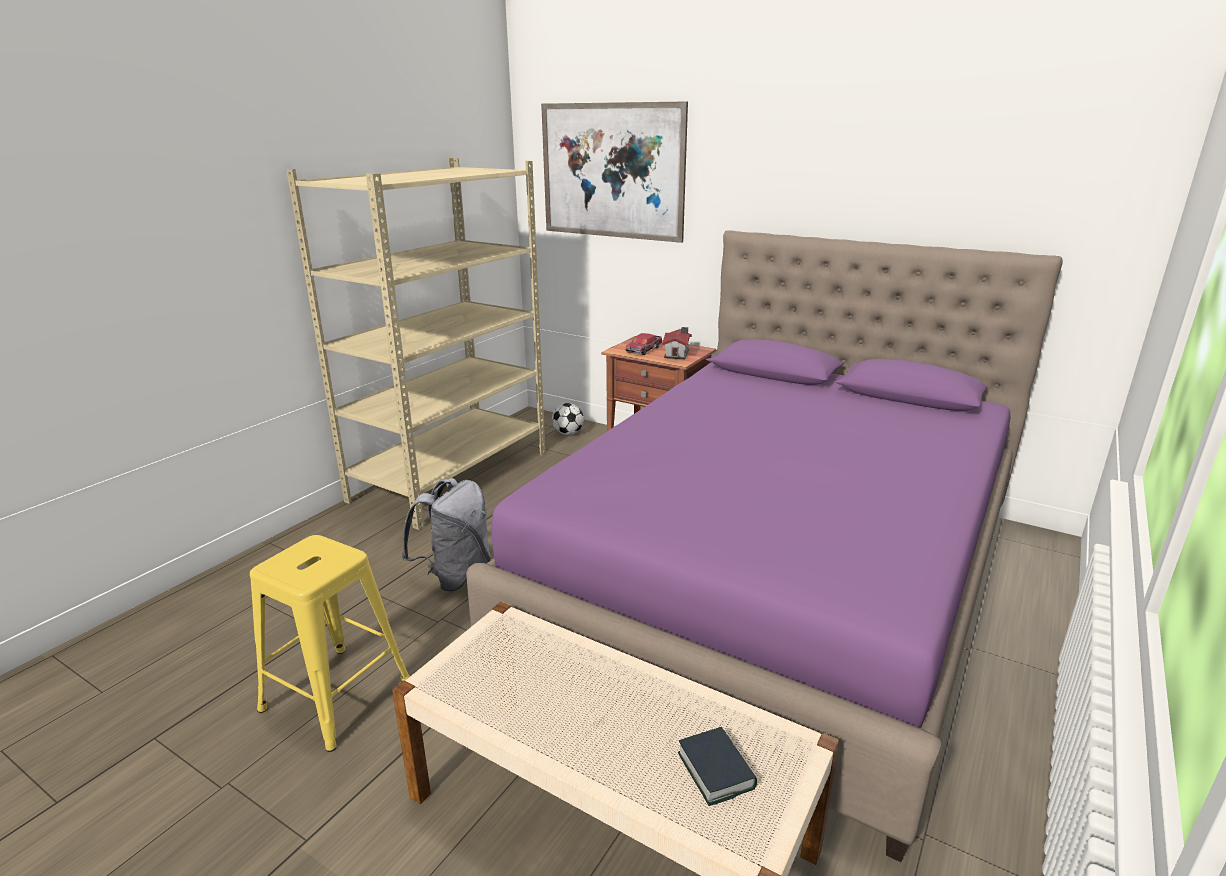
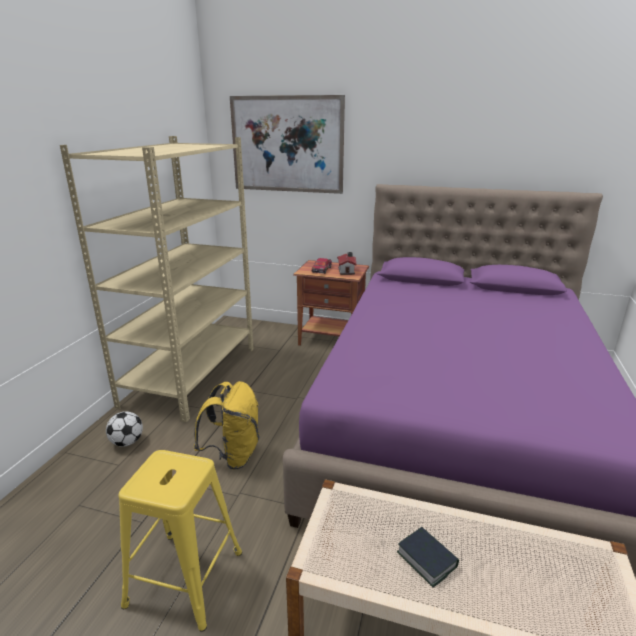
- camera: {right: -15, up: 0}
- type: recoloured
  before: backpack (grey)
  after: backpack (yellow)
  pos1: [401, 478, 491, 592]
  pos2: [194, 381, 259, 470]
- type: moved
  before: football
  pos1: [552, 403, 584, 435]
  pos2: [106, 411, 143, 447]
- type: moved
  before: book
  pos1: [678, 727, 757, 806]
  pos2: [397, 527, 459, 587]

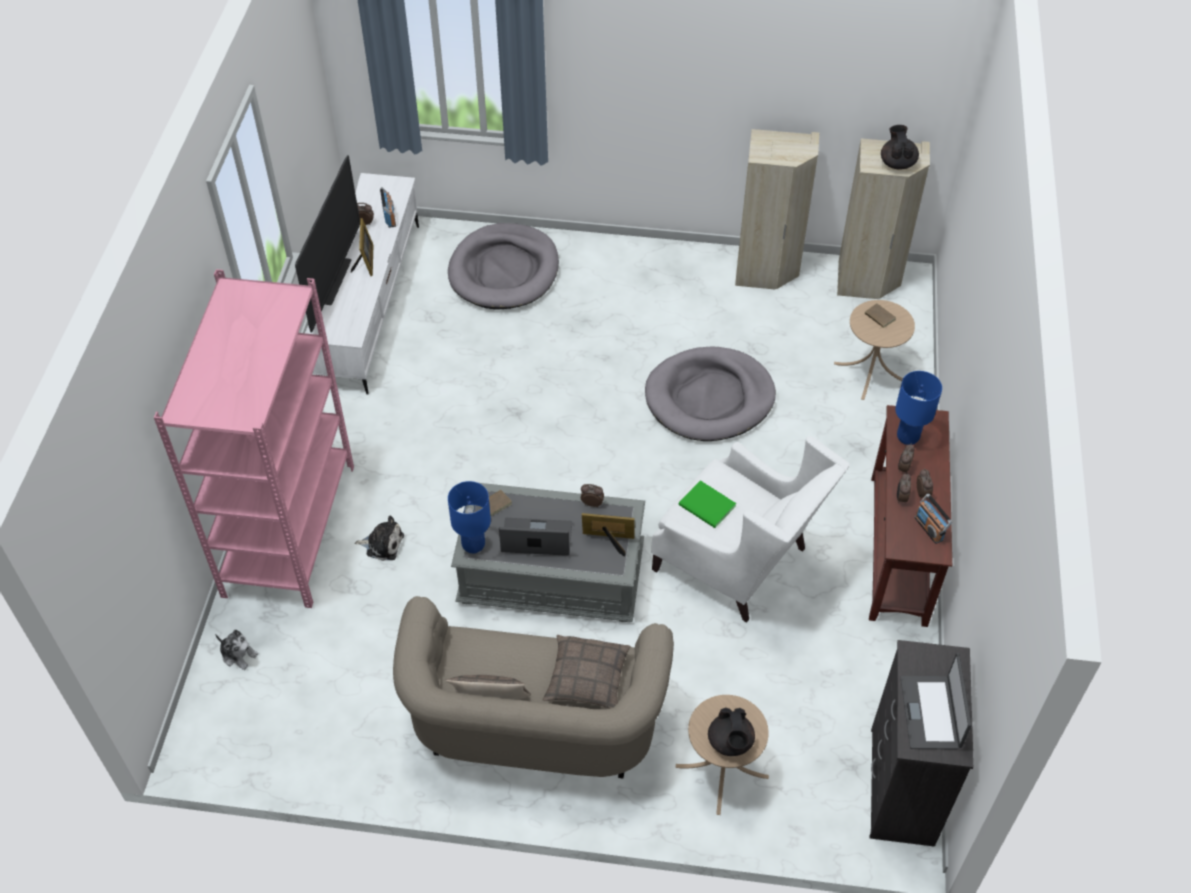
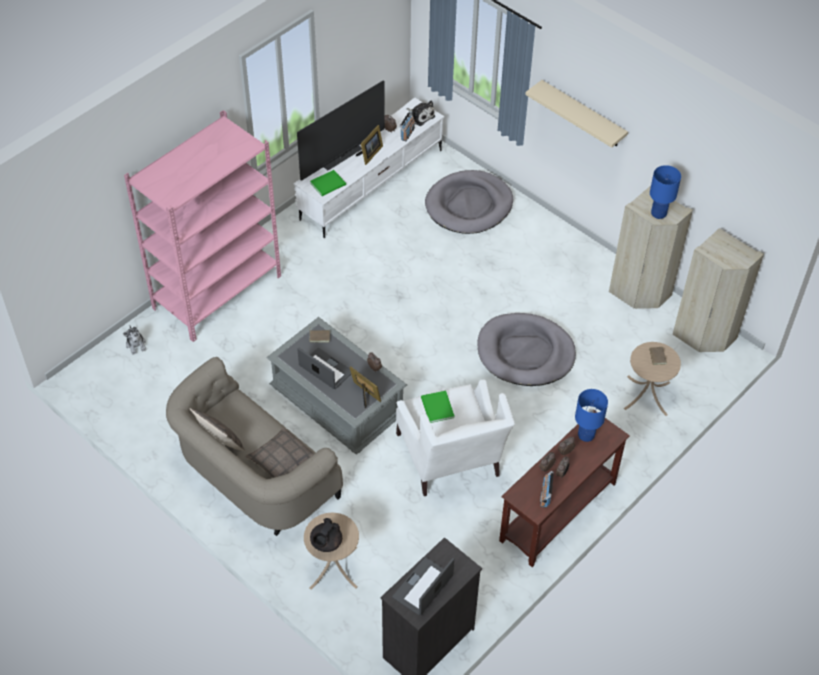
- camera: {right: 35, up: 0}
- type: moved
  before: plush toy
  pos1: [355, 516, 404, 561]
  pos2: [407, 100, 435, 126]
- type: moved
  before: table lamp (blue)
  pos1: [448, 481, 491, 554]
  pos2: [650, 165, 681, 219]
- type: removed
  before: teapot (black)
  pos1: [881, 125, 919, 169]
- type: added
  after: book (green)
  pos2: [310, 170, 346, 196]
- type: added
  after: shelf (beige)
  pos2: [525, 80, 628, 148]

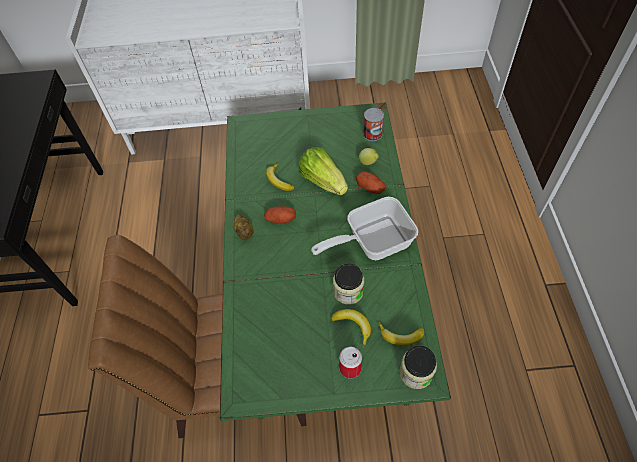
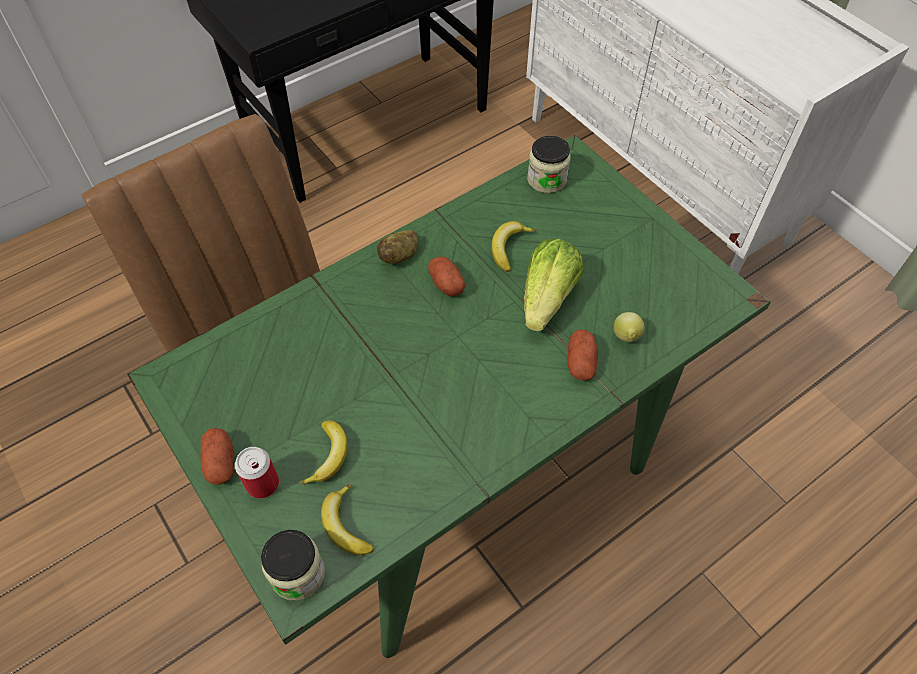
- camera: {right: 55, up: 0}
- type: removed
  before: frying pan
  pos1: [311, 197, 418, 260]
- type: moved
  before: jar
  pos1: [333, 264, 364, 305]
  pos2: [527, 136, 570, 193]
- type: removed
  before: can
  pos1: [363, 108, 384, 141]
- type: added
  after: potato
  pos2: [201, 428, 234, 485]

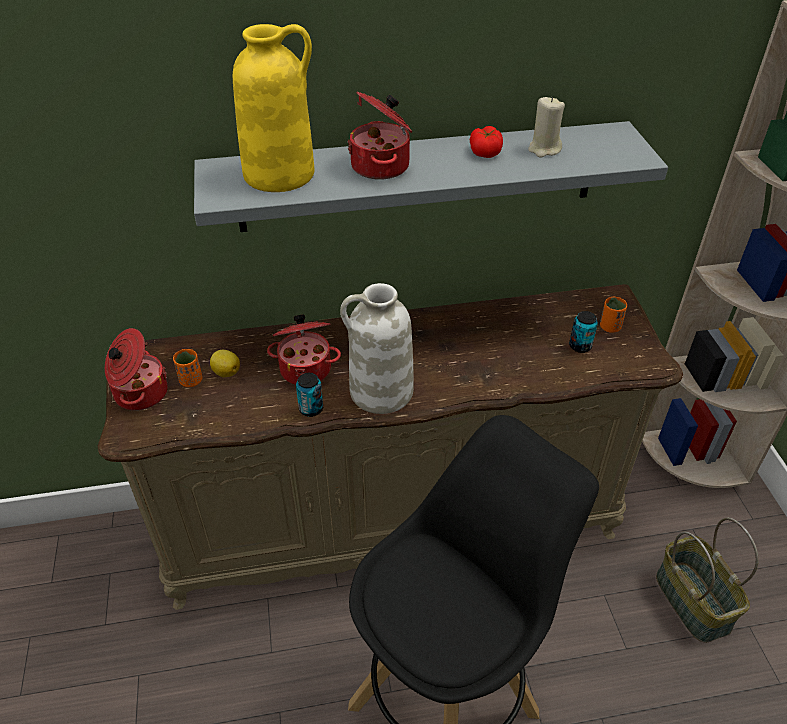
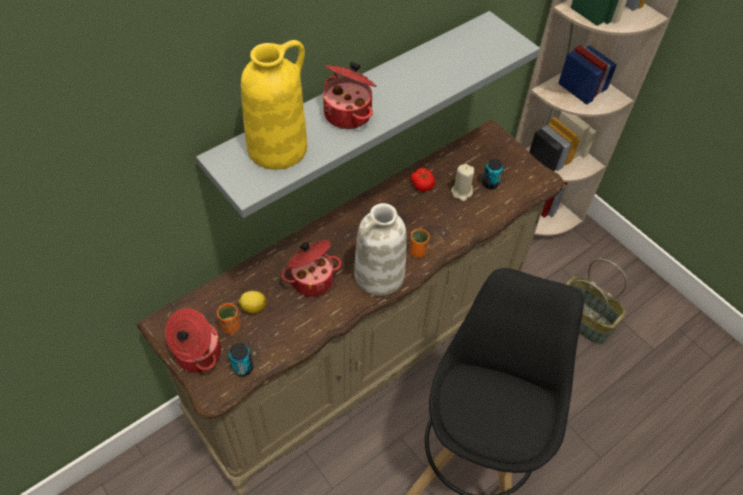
- camera: {right: -30, up: 10}
- type: moved
  before: can
  pos1: [296, 373, 323, 417]
  pos2: [229, 343, 253, 376]
- type: moved
  before: tomato
  pos1: [470, 126, 503, 158]
  pos2: [411, 168, 435, 191]
- type: moved
  before: candle (beige)
  pos1: [528, 97, 565, 157]
  pos2: [451, 164, 474, 201]
- type: moved
  before: cup (orange)
  pos1: [600, 297, 627, 333]
  pos2: [410, 229, 430, 257]

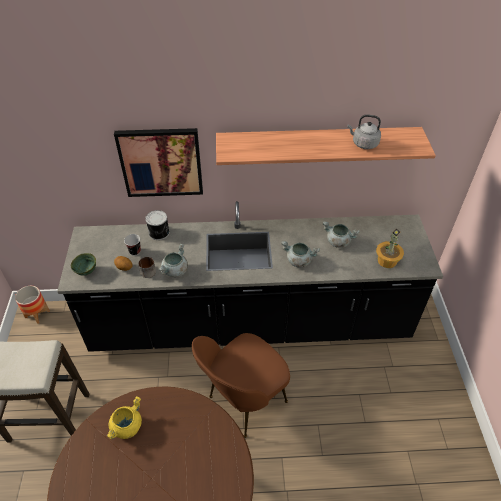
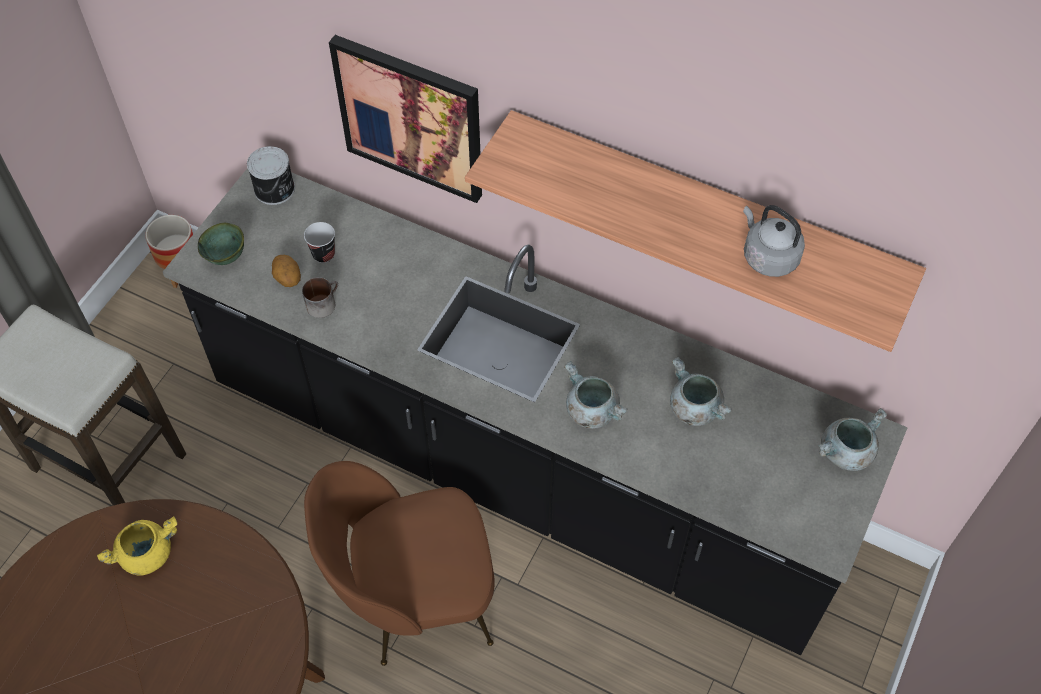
- camera: {right: 30, up: 10}
- type: moved
  before: can
  pos1: [145, 210, 170, 240]
  pos2: [247, 146, 295, 205]
- type: moved
  before: cooking pot (grey)
  pos1: [159, 244, 188, 277]
  pos2: [818, 408, 887, 471]
- type: removed
  before: potted plant
  pos1: [376, 228, 404, 268]

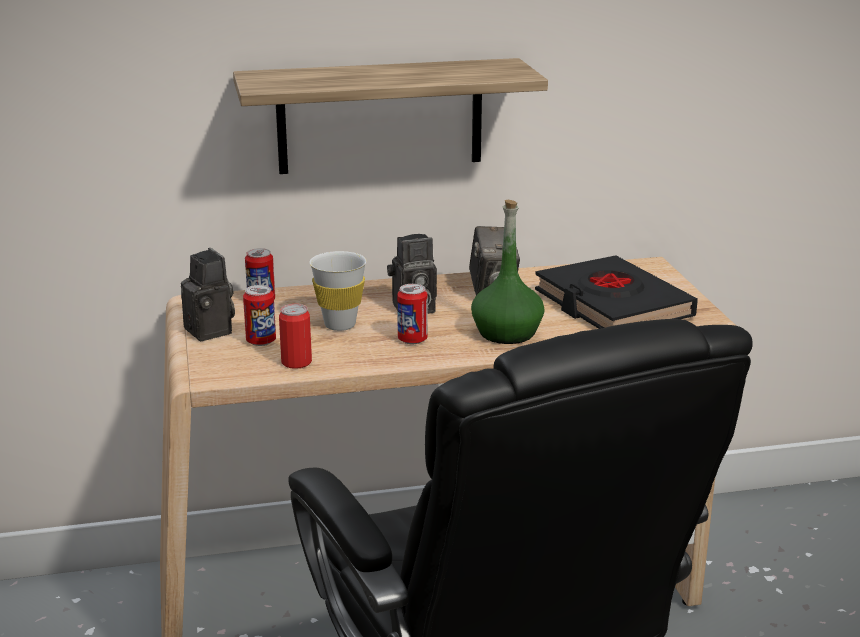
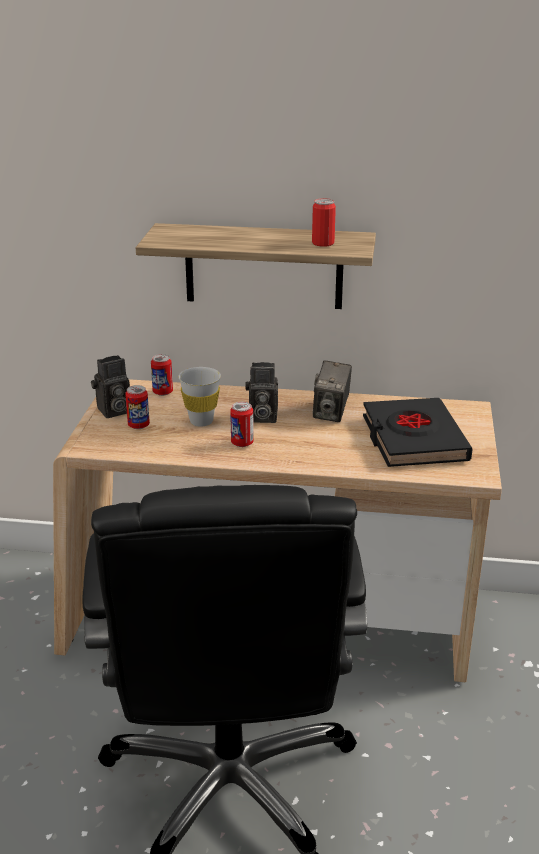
- camera: {right: 20, up: 5}
- type: turned
  before: photo camera
  pos1: [181, 248, 235, 341]
  pos2: [91, 355, 130, 418]
  turn: 75
- type: moved
  before: can
  pos1: [279, 304, 312, 369]
  pos2: [312, 198, 336, 247]
- type: removed
  before: bottle (green)
  pos1: [471, 200, 544, 344]

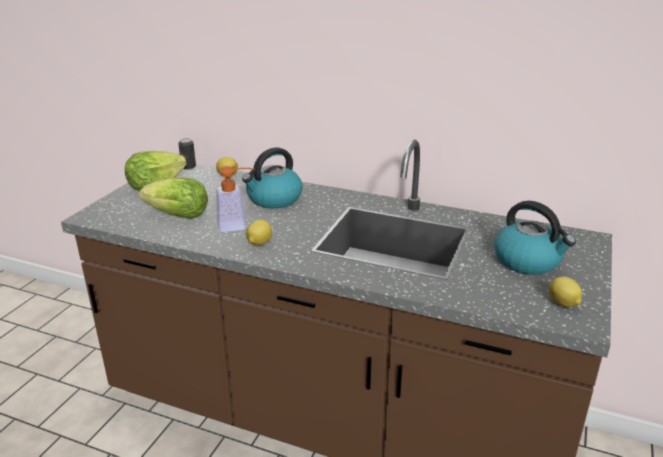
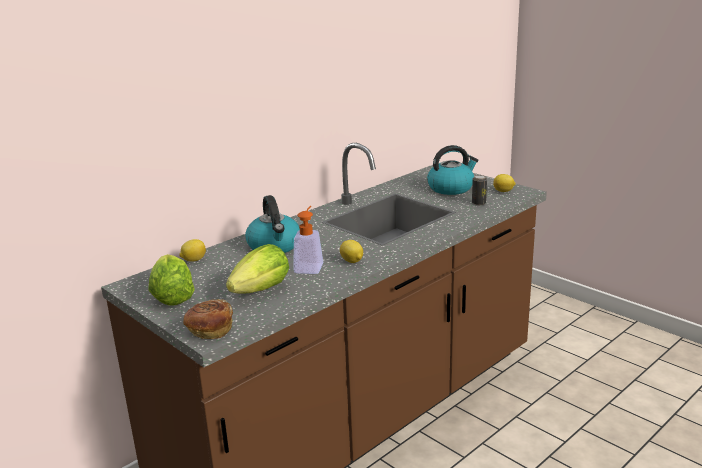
- camera: {right: -65, up: -5}
- type: moved
  before: can
  pos1: [178, 138, 196, 170]
  pos2: [472, 175, 487, 205]
- type: added
  after: bread
  pos2: [183, 299, 233, 339]

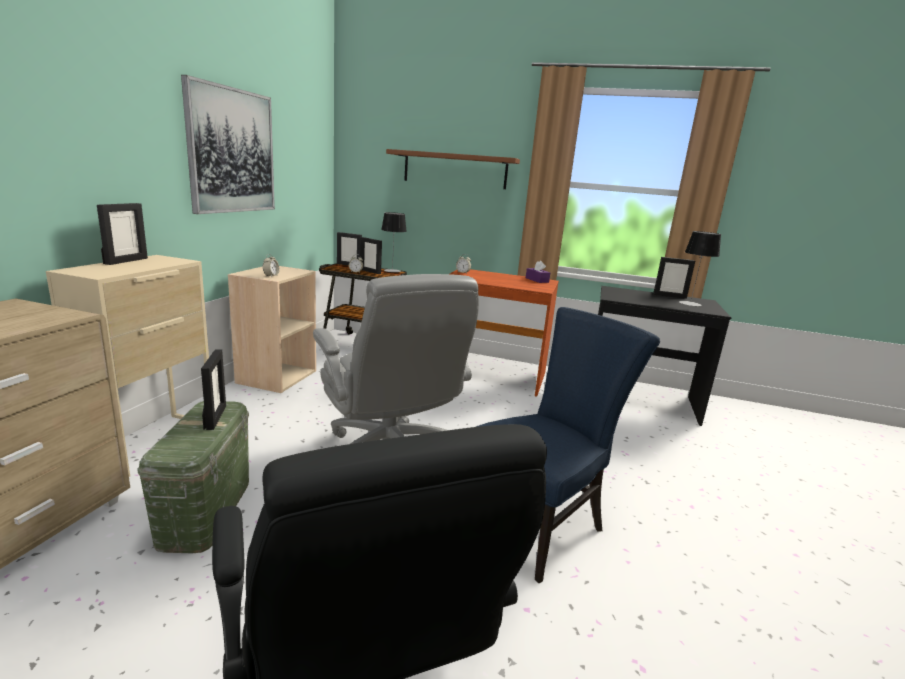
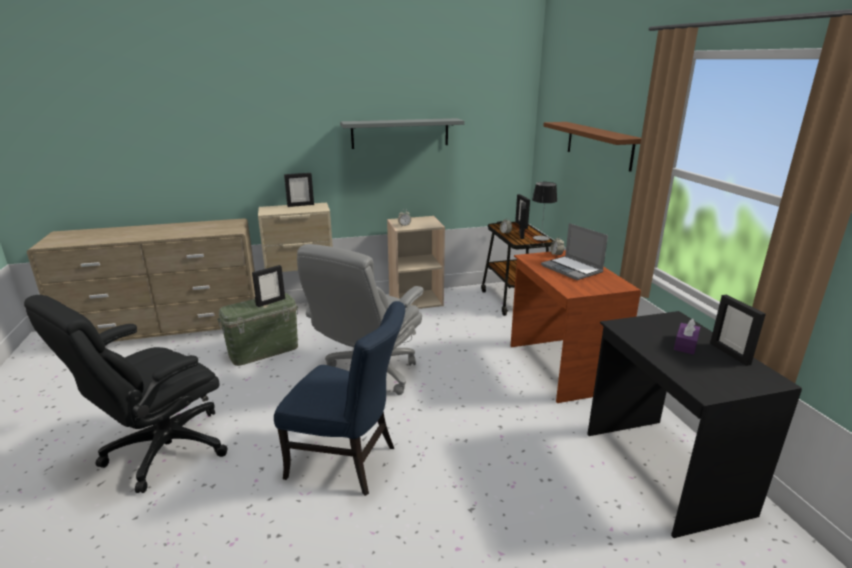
- camera: {right: 60, up: 5}
- type: replaced
  before: picture
  after: shelf (grey)
  pos1: [181, 75, 275, 214]
  pos2: [340, 118, 465, 149]
- type: moved
  before: tissue box (purple)
  pos1: [526, 260, 550, 283]
  pos2: [674, 318, 700, 355]
- type: removed
  before: table lamp
  pos1: [679, 231, 721, 306]
- type: added
  after: laptop
  pos2: [541, 223, 608, 280]

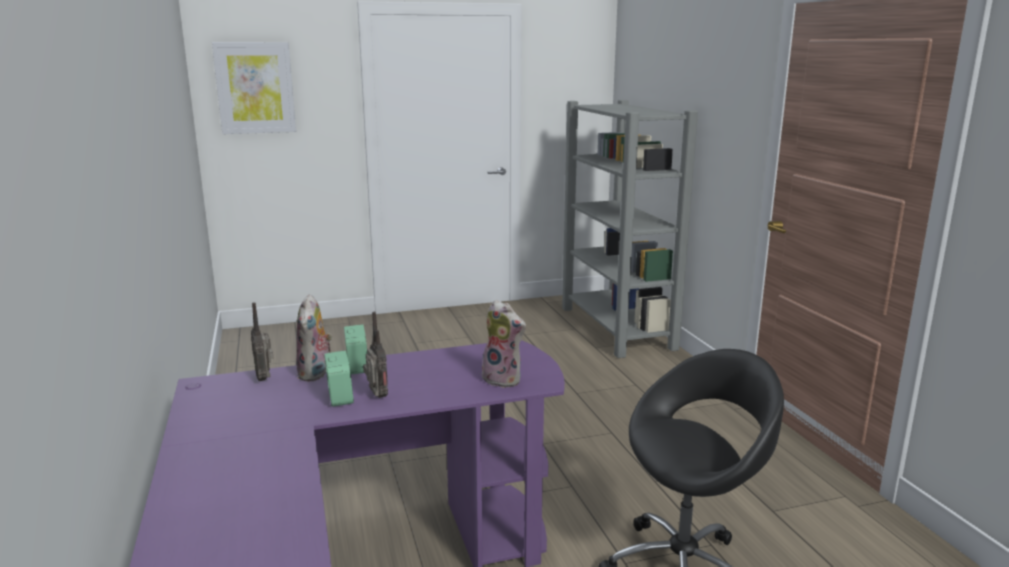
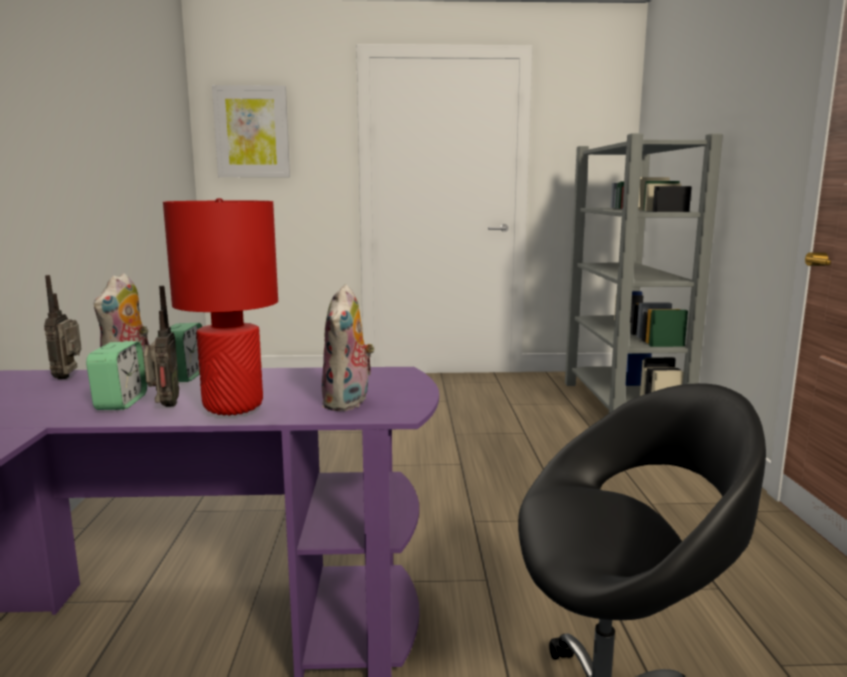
- camera: {right: 15, up: -5}
- type: turned
  before: plush toy
  pos1: [482, 300, 526, 388]
  pos2: [322, 284, 375, 411]
  turn: 45
- type: added
  after: table lamp (red)
  pos2: [163, 198, 278, 416]

